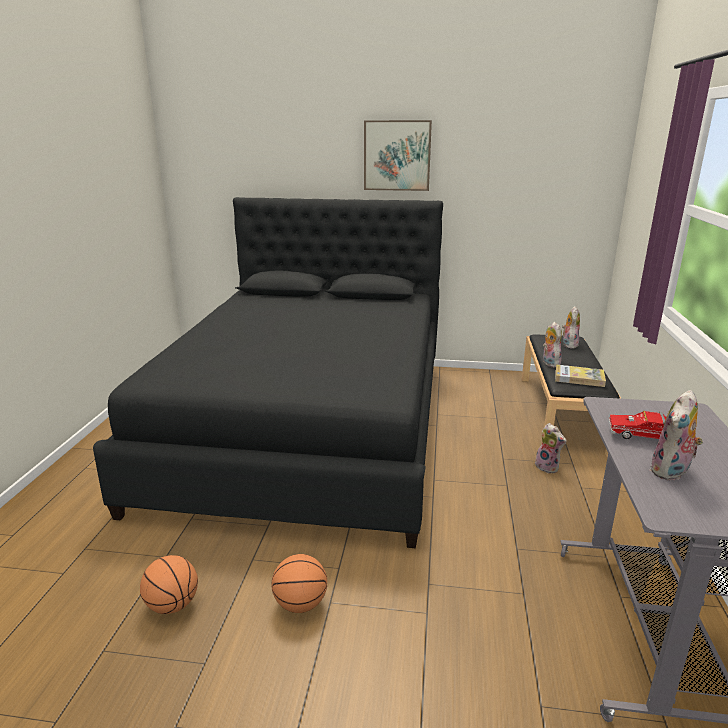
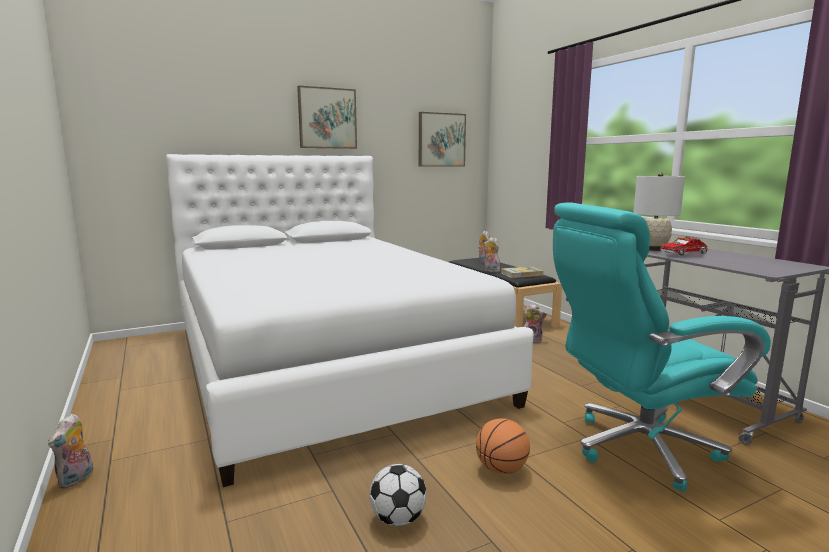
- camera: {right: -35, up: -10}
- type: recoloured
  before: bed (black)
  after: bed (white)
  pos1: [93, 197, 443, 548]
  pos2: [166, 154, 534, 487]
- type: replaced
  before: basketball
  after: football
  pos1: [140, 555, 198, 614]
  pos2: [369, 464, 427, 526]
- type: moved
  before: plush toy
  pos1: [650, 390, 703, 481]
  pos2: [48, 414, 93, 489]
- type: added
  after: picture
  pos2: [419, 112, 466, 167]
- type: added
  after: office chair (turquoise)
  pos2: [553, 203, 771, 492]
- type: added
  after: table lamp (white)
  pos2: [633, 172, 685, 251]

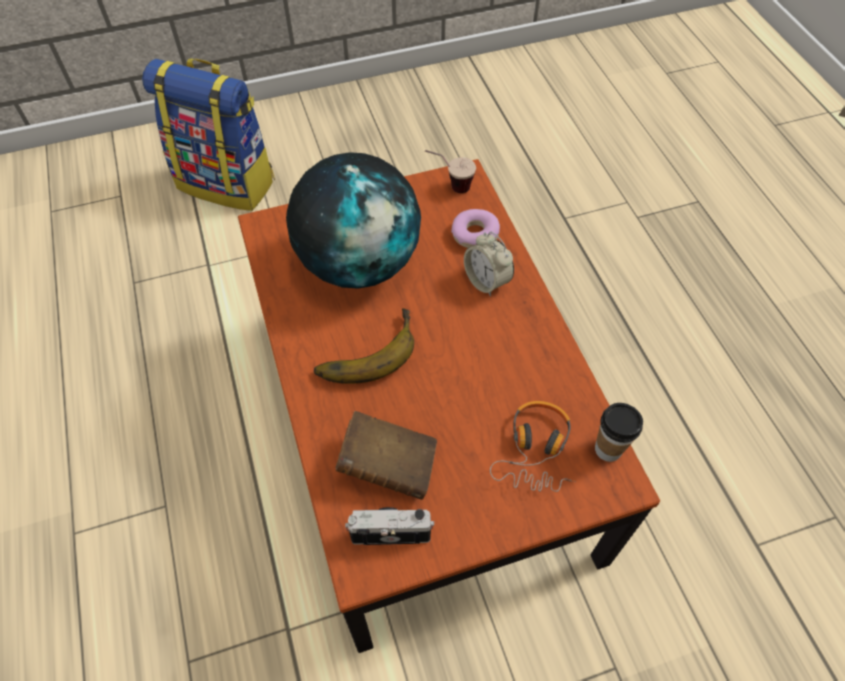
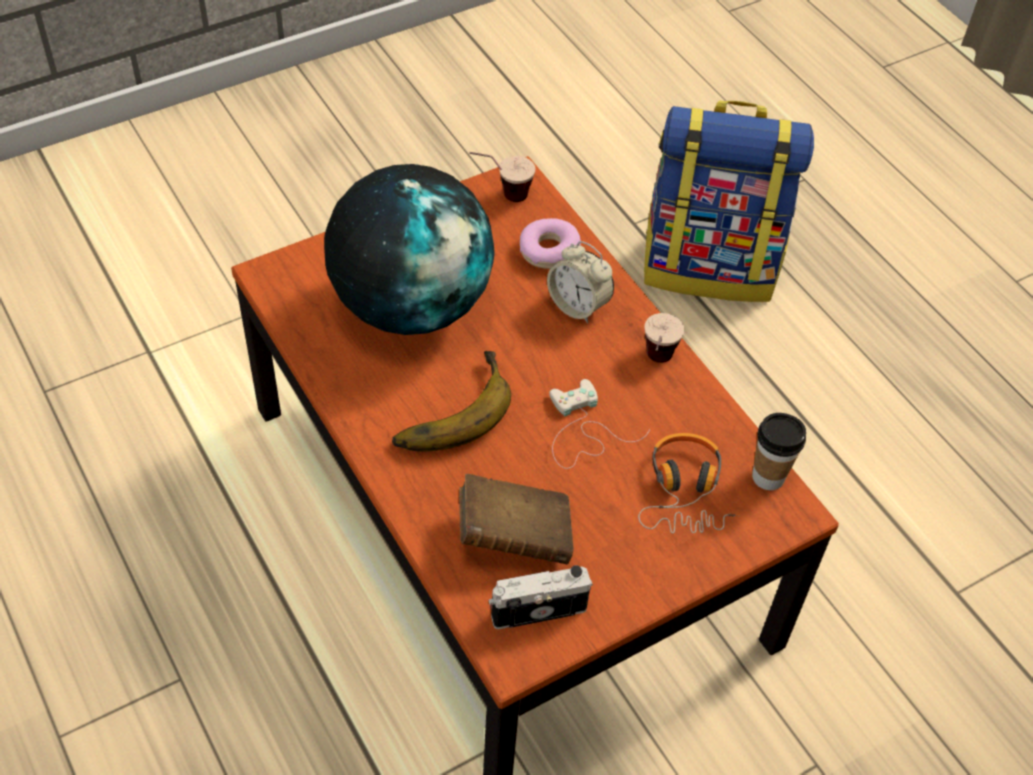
- camera: {right: -15, up: -5}
- type: moved
  before: backpack
  pos1: [142, 58, 275, 211]
  pos2: [644, 101, 814, 302]
- type: added
  after: game controller (white)
  pos2: [549, 379, 650, 469]
- type: added
  after: cup
  pos2: [644, 313, 684, 363]

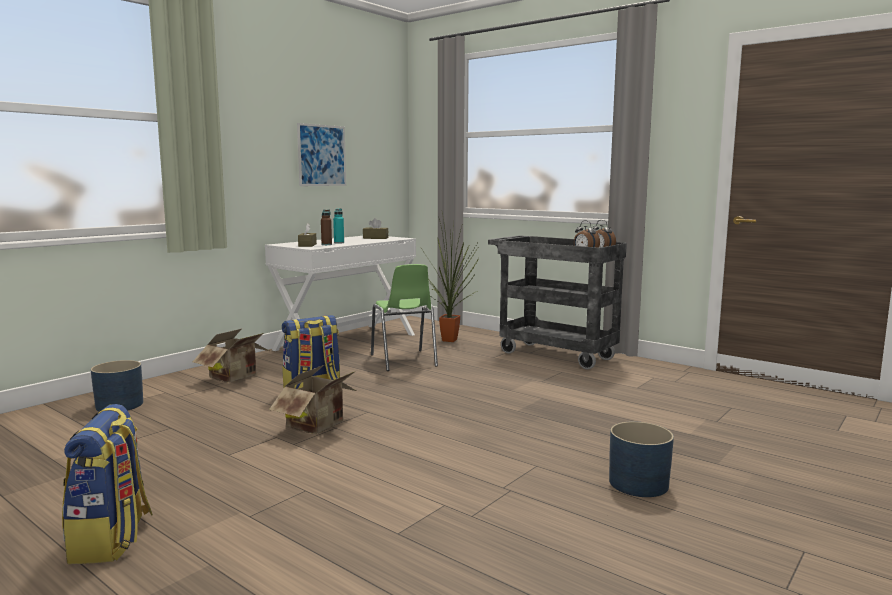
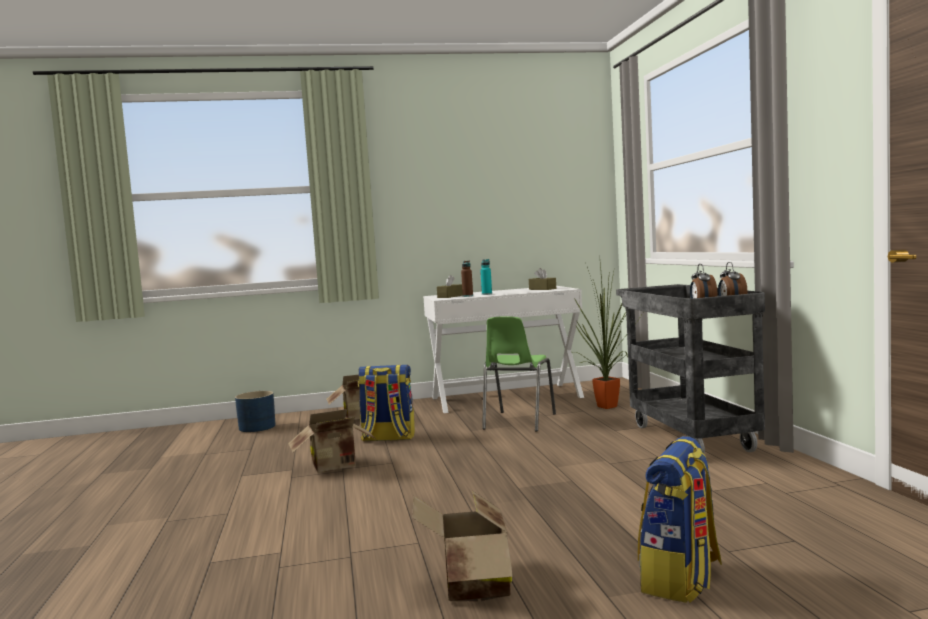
- camera: {right: 40, up: -5}
- type: moved
  before: backpack
  pos1: [62, 404, 153, 564]
  pos2: [638, 436, 722, 603]
- type: removed
  before: picture
  pos1: [297, 123, 346, 186]
- type: replaced
  before: planter (blue)
  after: cardboard box
  pos1: [609, 422, 674, 497]
  pos2: [413, 491, 513, 602]

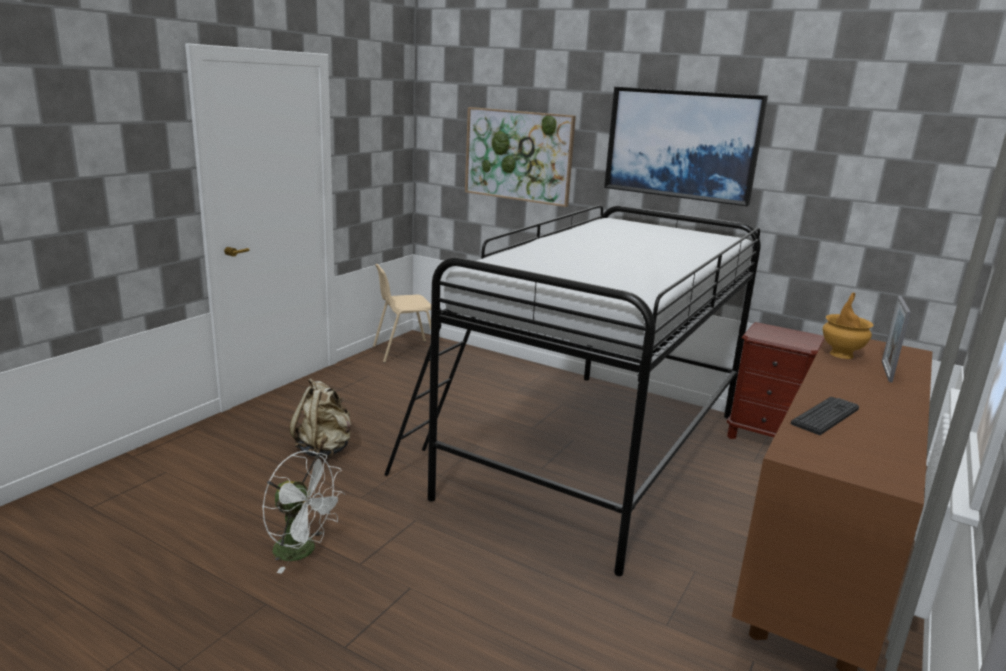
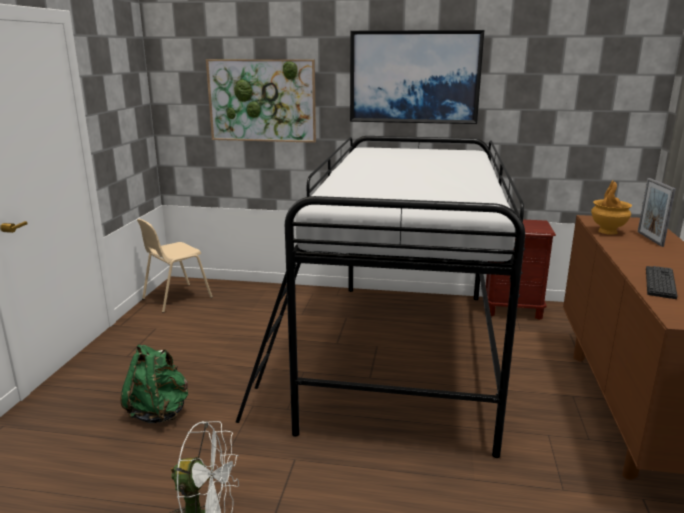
- camera: {right: -20, up: 0}
- type: recoloured
  before: backpack (beige)
  after: backpack (green)
  pos1: [289, 378, 351, 457]
  pos2: [121, 344, 188, 423]

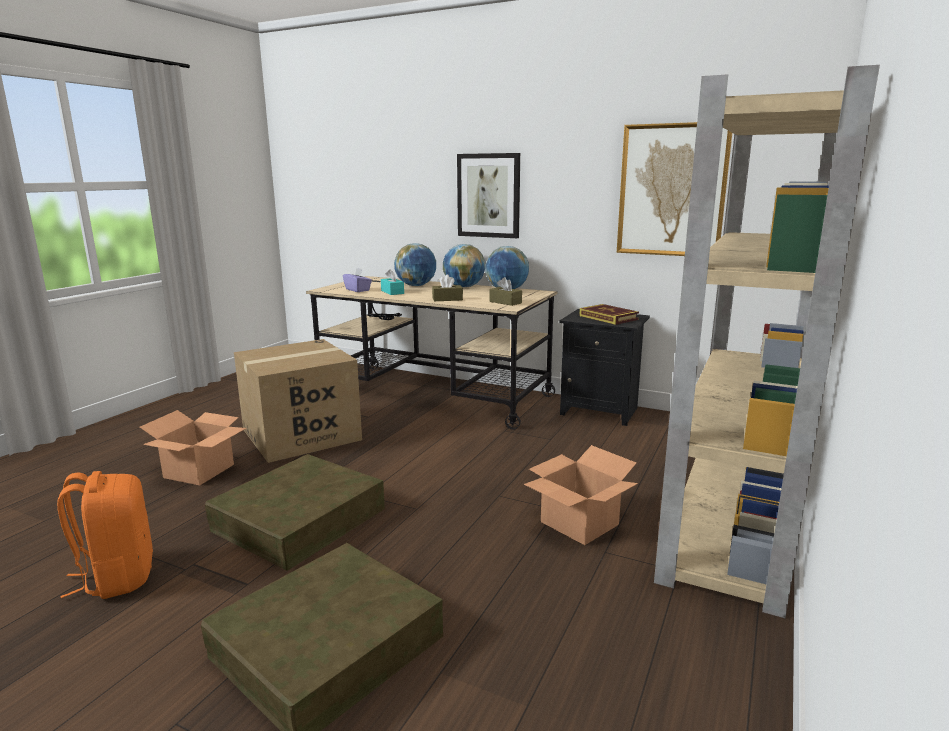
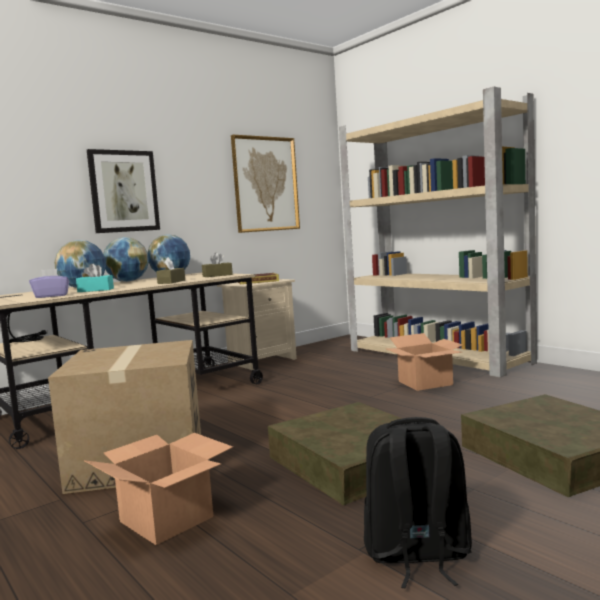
- camera: {right: -65, up: -10}
- type: recoloured
  before: backpack (orange)
  after: backpack (black)
  pos1: [57, 471, 153, 599]
  pos2: [364, 417, 472, 588]
- type: recoloured
  before: nightstand (black)
  after: nightstand (beige)
  pos1: [559, 309, 650, 426]
  pos2: [217, 279, 297, 370]

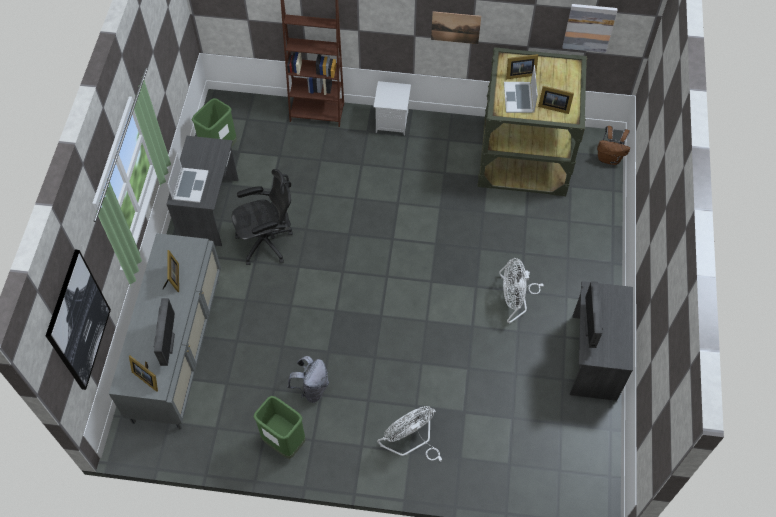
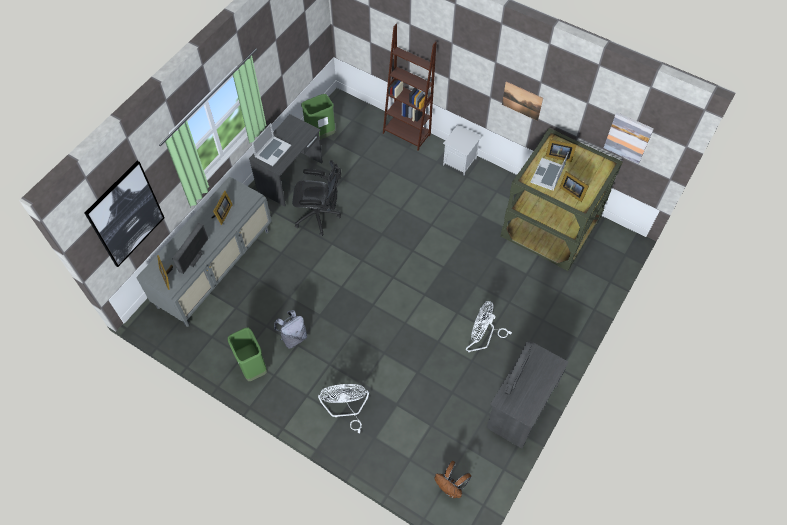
- camera: {right: 25, up: 0}
- type: moved
  before: backpack (brown)
  pos1: [597, 126, 630, 165]
  pos2: [434, 461, 472, 498]

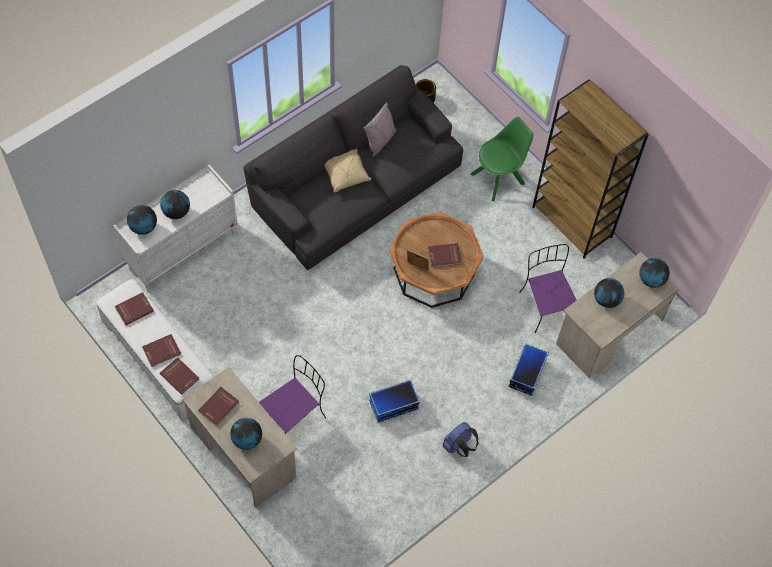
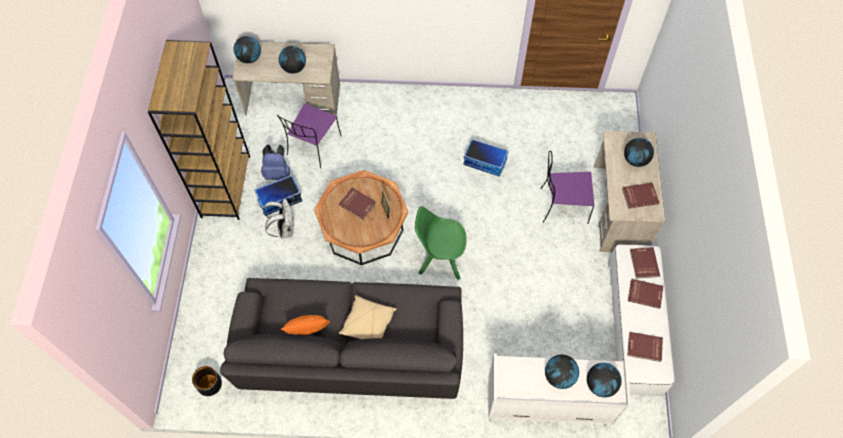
- camera: {right: -135, up: 0}
- type: recoloured
  before: pillow (purple)
  after: pillow (orange)
  pos1: [364, 103, 397, 157]
  pos2: [281, 315, 330, 335]
- type: moved
  before: backpack (blue)
  pos1: [443, 422, 478, 457]
  pos2: [261, 144, 290, 180]
- type: moved
  before: chair (green)
  pos1: [471, 117, 534, 201]
  pos2: [415, 206, 467, 280]
- type: moved
  before: storage box
  pos1: [508, 343, 549, 396]
  pos2: [254, 175, 302, 215]
- type: added
  after: backpack (white)
  pos2: [263, 199, 294, 238]

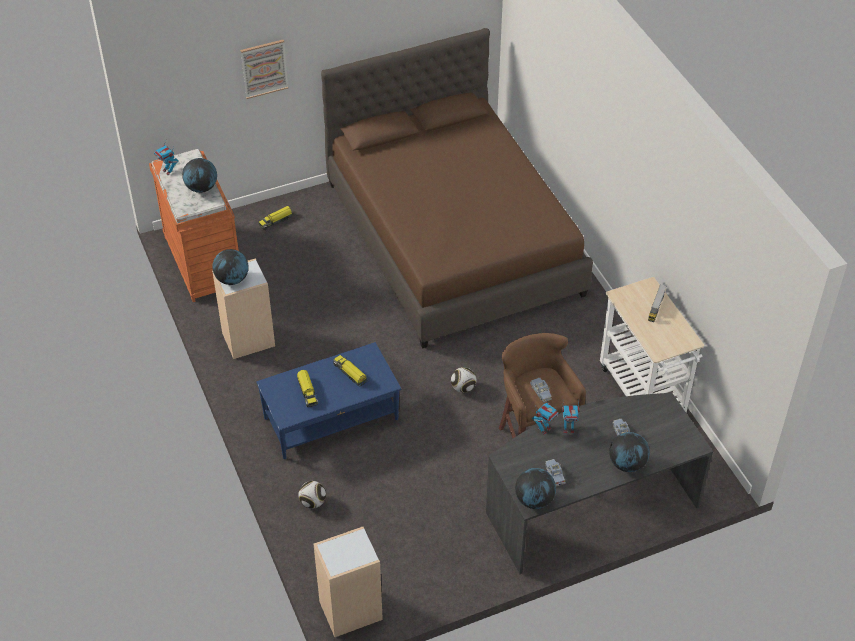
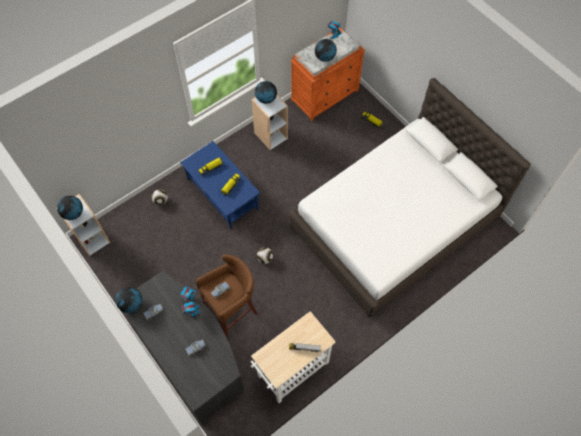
- camera: {right: 75, up: 15}
- type: removed
  before: picture
  pos1: [240, 40, 289, 99]
- type: recoloured
  before: bed (brown)
  after: bed (white)
  pos1: [321, 28, 593, 348]
  pos2: [289, 78, 531, 317]
- type: moved
  before: globe
  pos1: [609, 432, 650, 472]
  pos2: [57, 196, 83, 220]

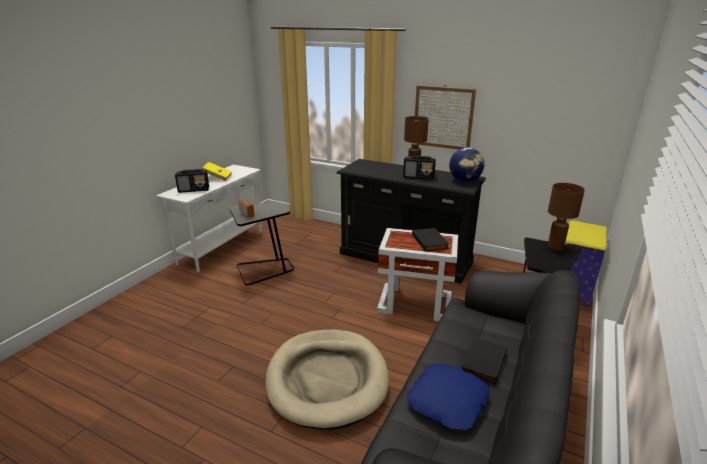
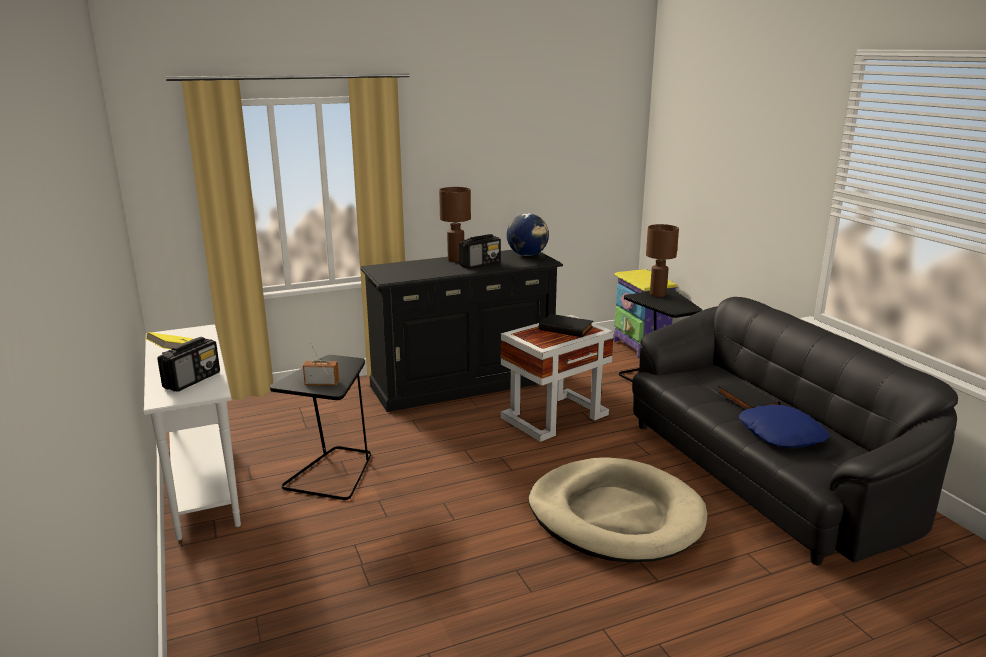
- camera: {right: -50, up: -5}
- type: removed
  before: picture
  pos1: [415, 85, 476, 150]

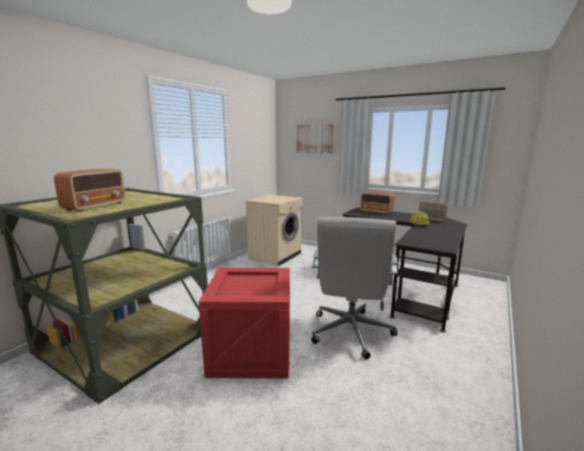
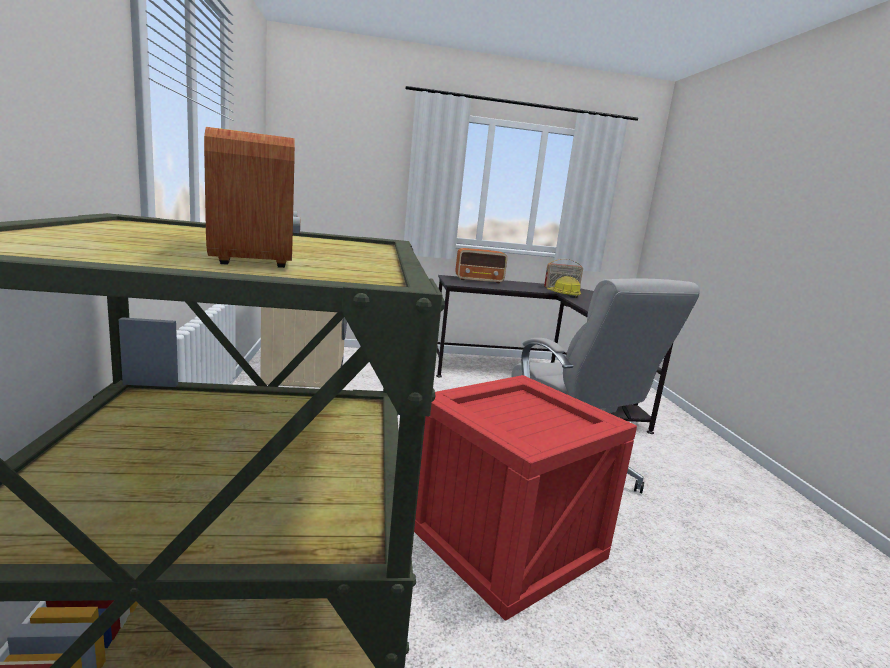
- camera: {right: -40, up: 0}
- type: removed
  before: picture
  pos1: [297, 124, 335, 154]

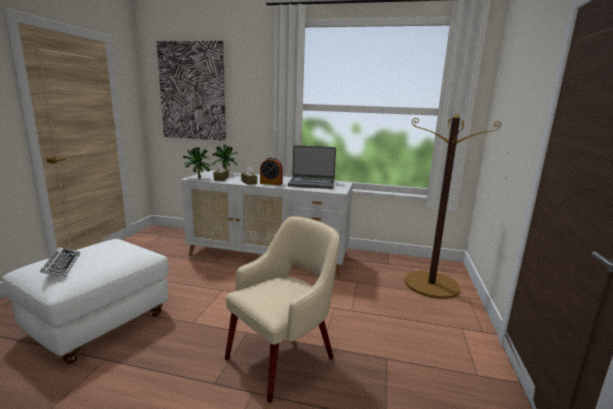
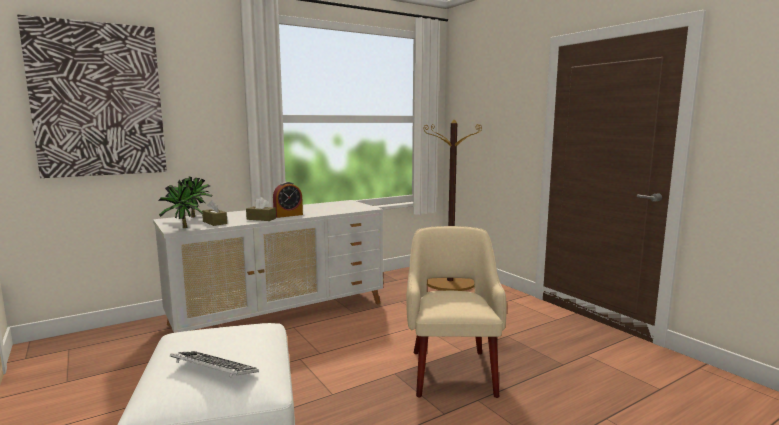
- camera: {right: -45, up: -5}
- type: removed
  before: laptop
  pos1: [288, 145, 336, 189]

